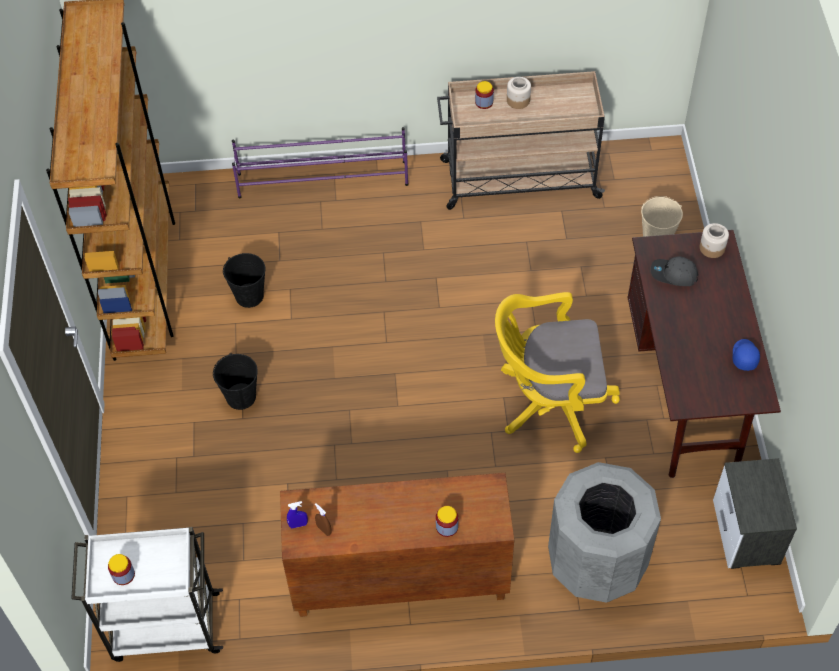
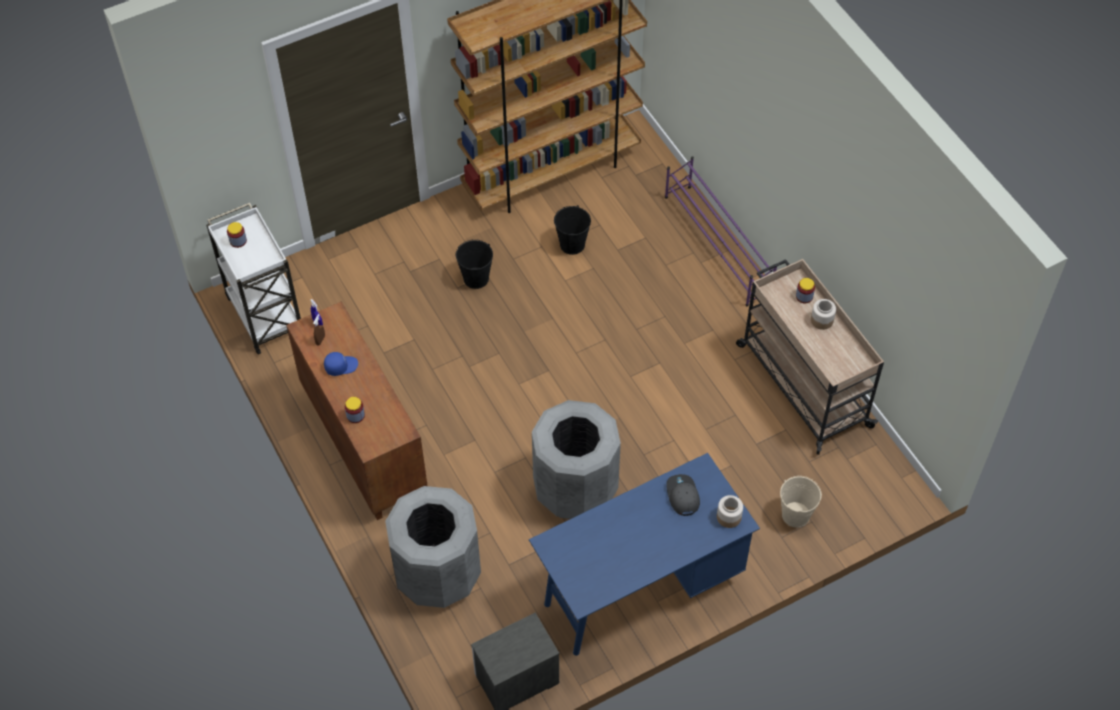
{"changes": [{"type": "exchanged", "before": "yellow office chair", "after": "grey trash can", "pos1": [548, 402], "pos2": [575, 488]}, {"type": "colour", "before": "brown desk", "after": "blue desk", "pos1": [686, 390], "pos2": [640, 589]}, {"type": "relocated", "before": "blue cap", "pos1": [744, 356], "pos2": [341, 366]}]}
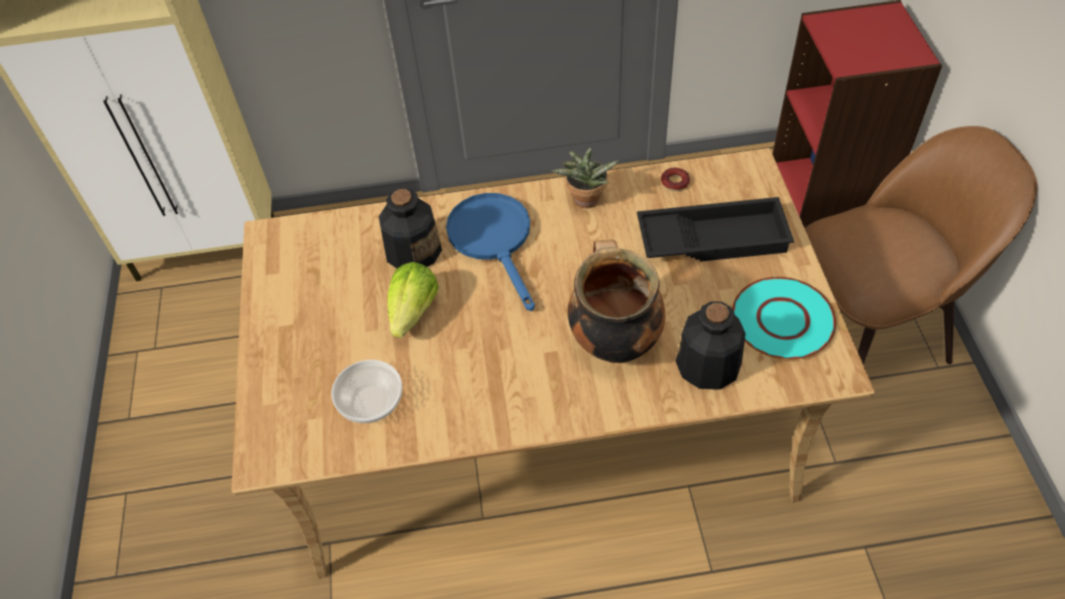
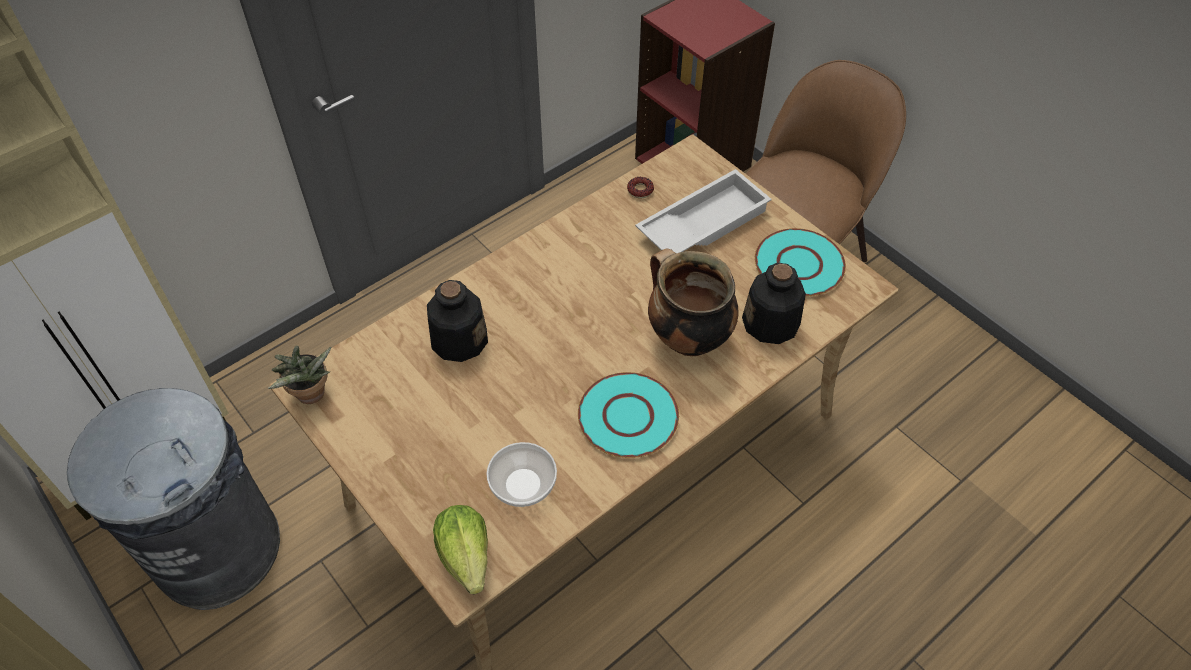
{"changes": [{"type": "relocated", "before": "lettuce", "pos1": [414, 312], "pos2": [466, 556]}, {"type": "missing", "before": "blue frying pan", "pos1": [494, 240]}, {"type": "relocated", "before": "potted plant", "pos1": [585, 202], "pos2": [311, 397]}, {"type": "colour", "before": "black tray", "after": "white tray", "pos1": [713, 237], "pos2": [702, 222]}, {"type": "appeared", "after": "grey trash can", "pos2": [217, 548]}, {"type": "appeared", "after": "turquoise plate", "pos2": [628, 417]}]}
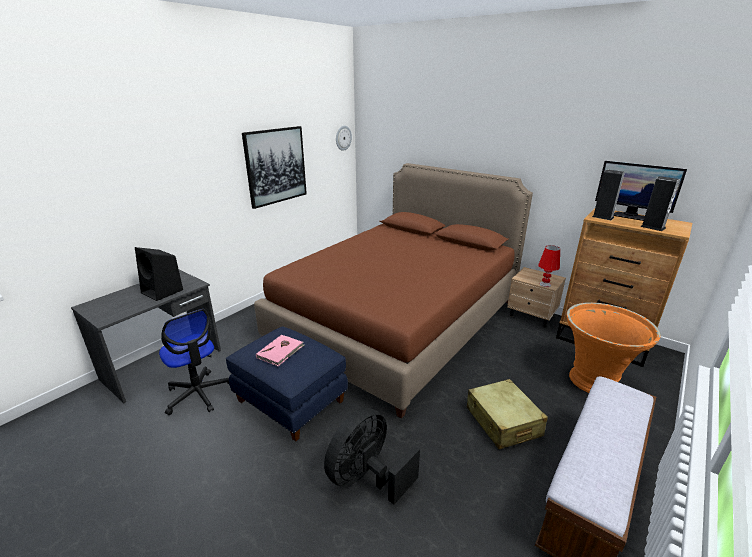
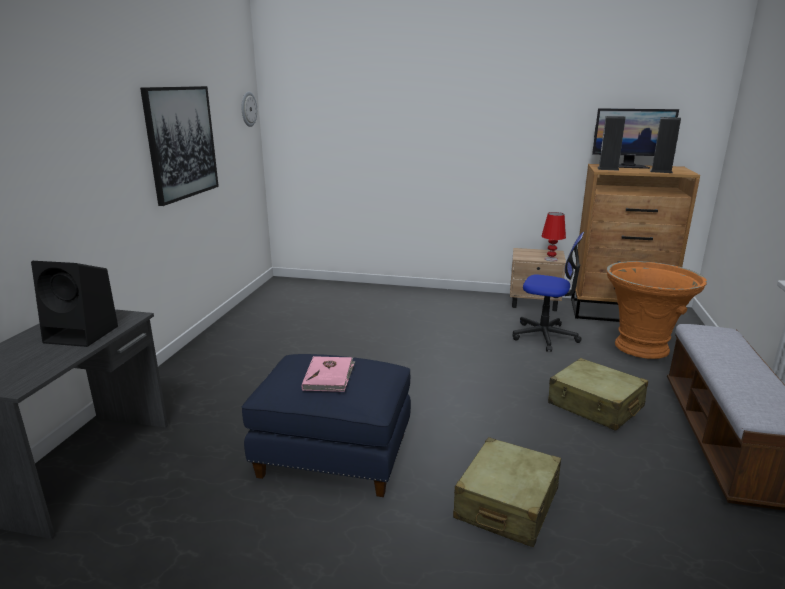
{"changes": [{"type": "relocated", "before": "office chair", "pos1": [199, 394], "pos2": [545, 336]}, {"type": "missing", "before": "brown bed", "pos1": [397, 321]}, {"type": "exchanged", "before": "black fan", "after": "beige suitcase", "pos1": [367, 477], "pos2": [506, 504]}]}
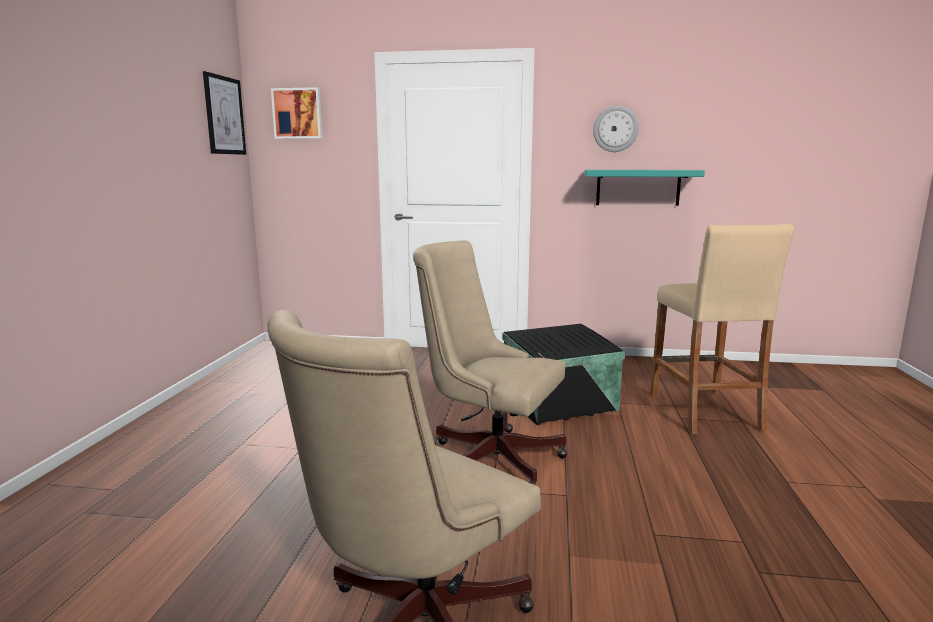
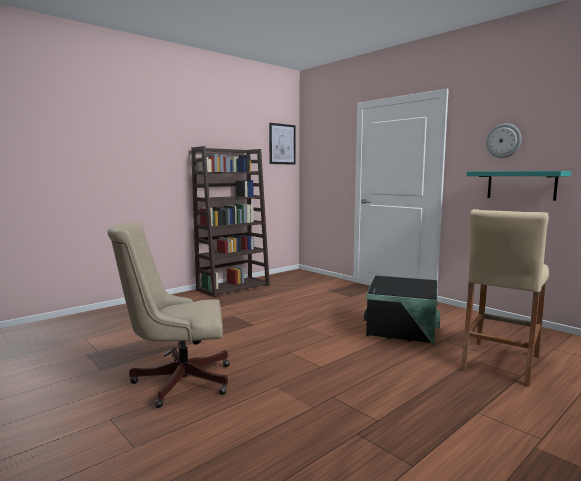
{"changes": [{"type": "missing", "before": "picture", "pos1": [298, 113]}, {"type": "missing", "before": "beige office chair", "pos1": [488, 457]}, {"type": "appeared", "after": "brown bookcase", "pos2": [233, 287]}]}
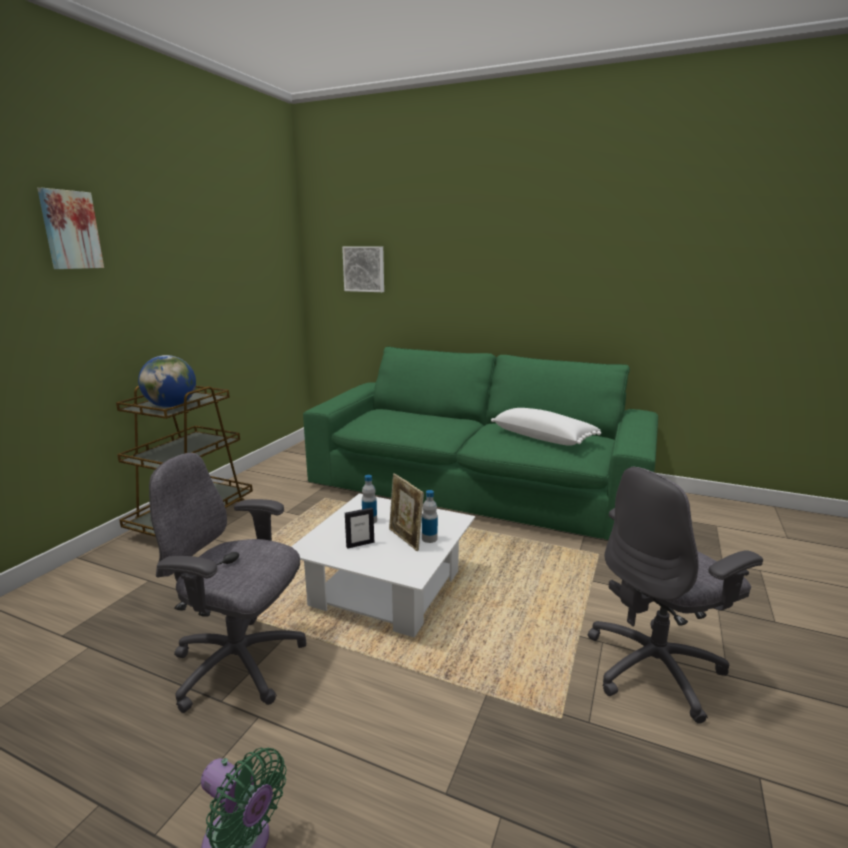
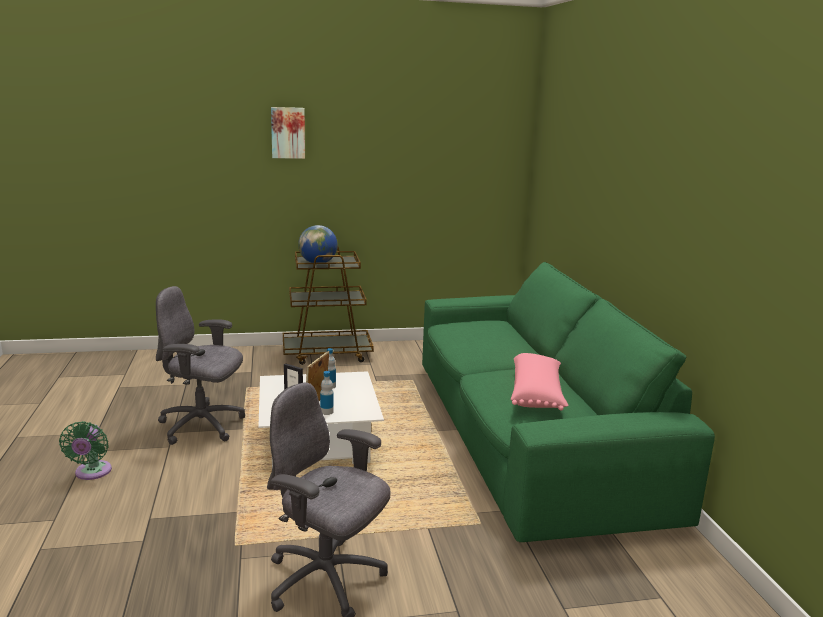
{"changes": [{"type": "spun", "before": "grey office chair", "pos1": [240, 665], "pos2": [202, 426], "turn": -60}, {"type": "missing", "before": "picture", "pos1": [364, 269]}, {"type": "colour", "before": "white pillow", "after": "pink pillow", "pos1": [543, 437], "pos2": [537, 394]}]}
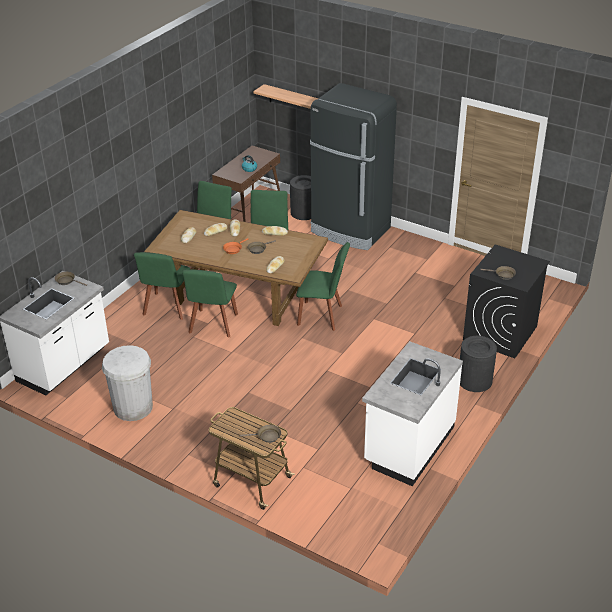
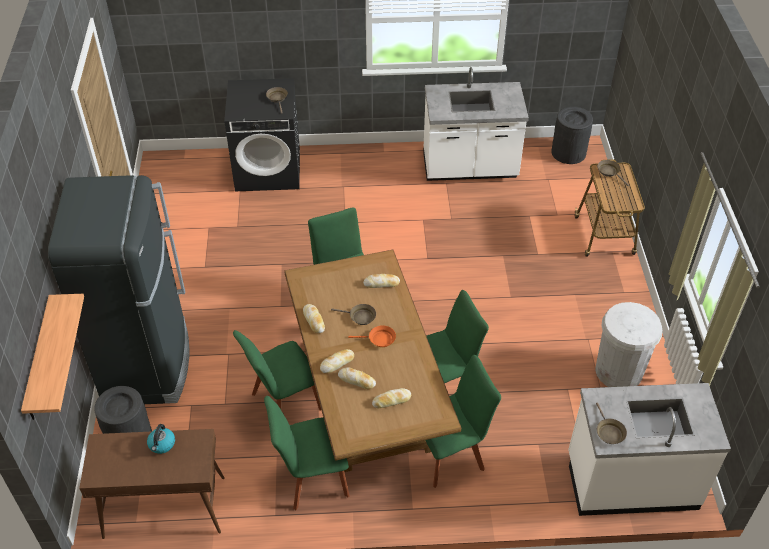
{"changes": [{"type": "relocated", "before": "black trash can", "pos1": [474, 380], "pos2": [568, 152]}]}
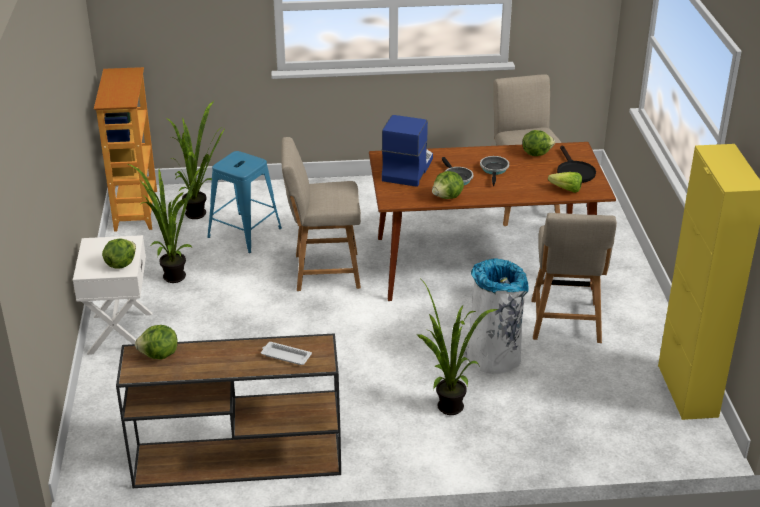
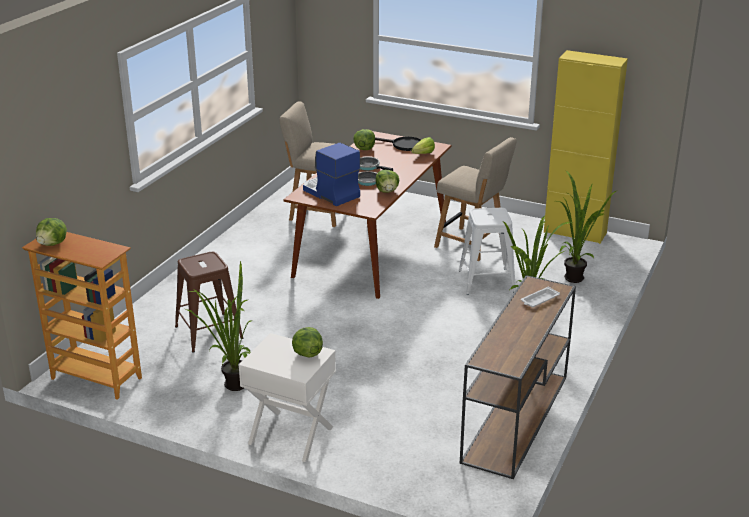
{"changes": [{"type": "relocated", "before": "lettuce", "pos1": [159, 355], "pos2": [53, 244]}, {"type": "relocated", "before": "potted plant", "pos1": [201, 213], "pos2": [573, 276]}, {"type": "colour", "before": "blue stool", "after": "brown stool", "pos1": [244, 233], "pos2": [209, 332]}, {"type": "missing", "before": "beige chair", "pos1": [323, 271]}, {"type": "exchanged", "before": "white trash can", "after": "white stool", "pos1": [494, 358], "pos2": [486, 281]}]}
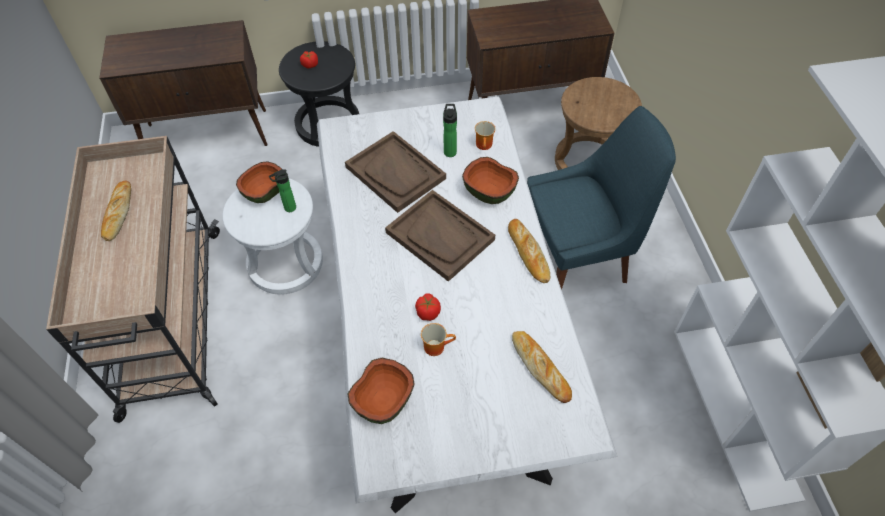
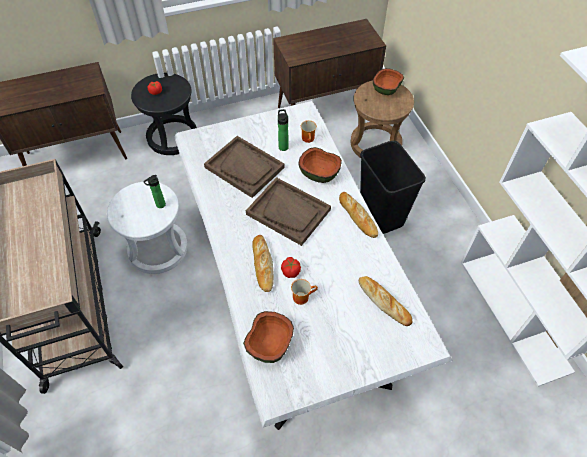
{"changes": [{"type": "relocated", "before": "bread", "pos1": [118, 213], "pos2": [262, 265]}, {"type": "relocated", "before": "bowl", "pos1": [265, 193], "pos2": [386, 90]}, {"type": "exchanged", "before": "blue chair", "after": "black trash can", "pos1": [579, 256], "pos2": [382, 215]}]}
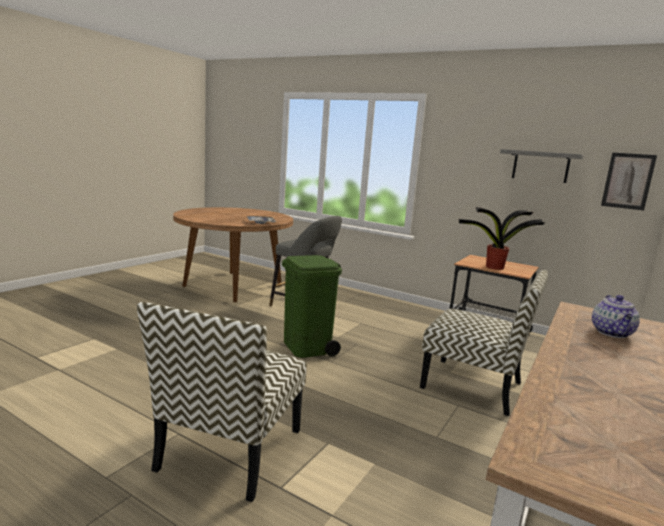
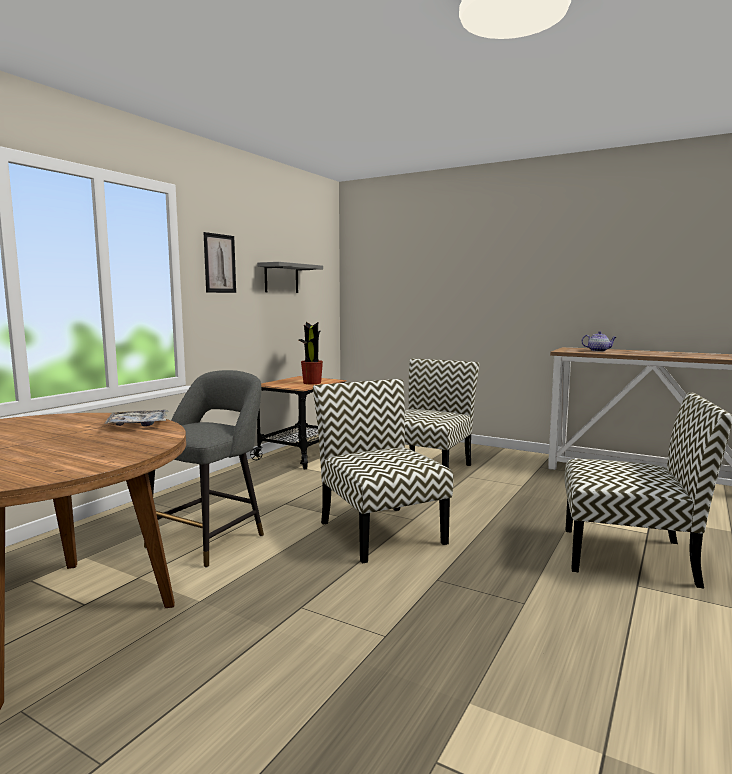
{"changes": [{"type": "exchanged", "before": "green trash can", "after": "chair", "pos1": [307, 348], "pos2": [380, 532]}, {"type": "relocated", "before": "picture", "pos1": [628, 181], "pos2": [219, 263]}]}
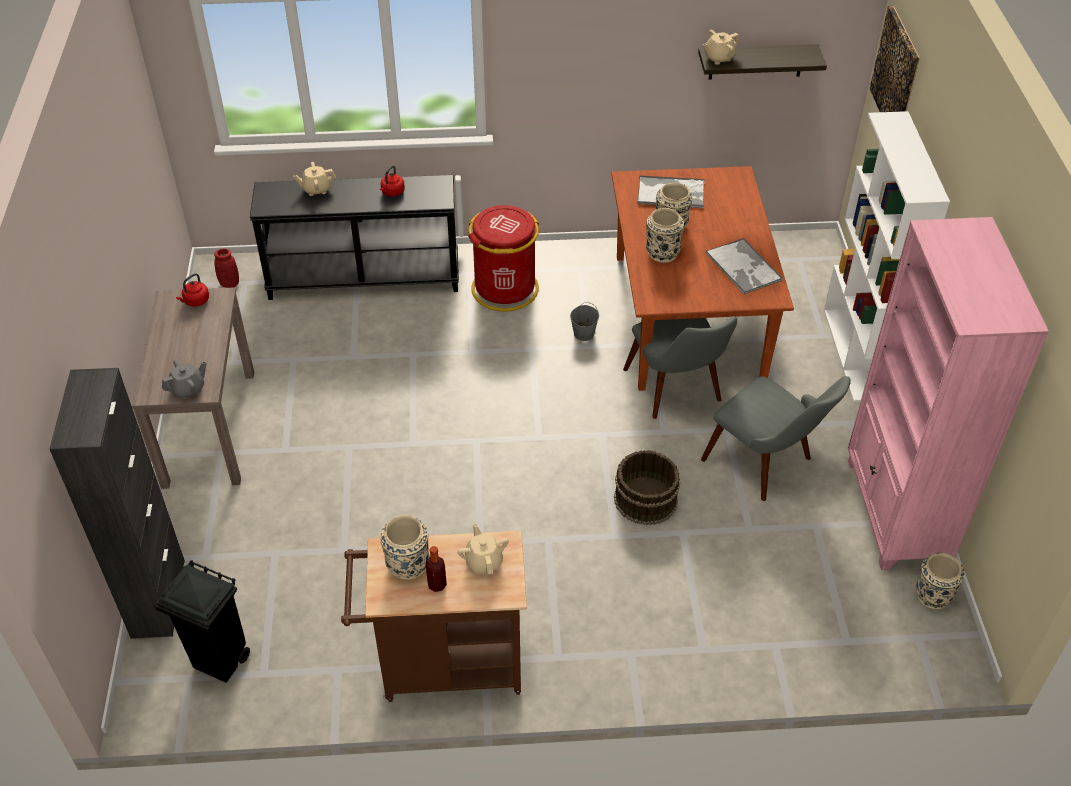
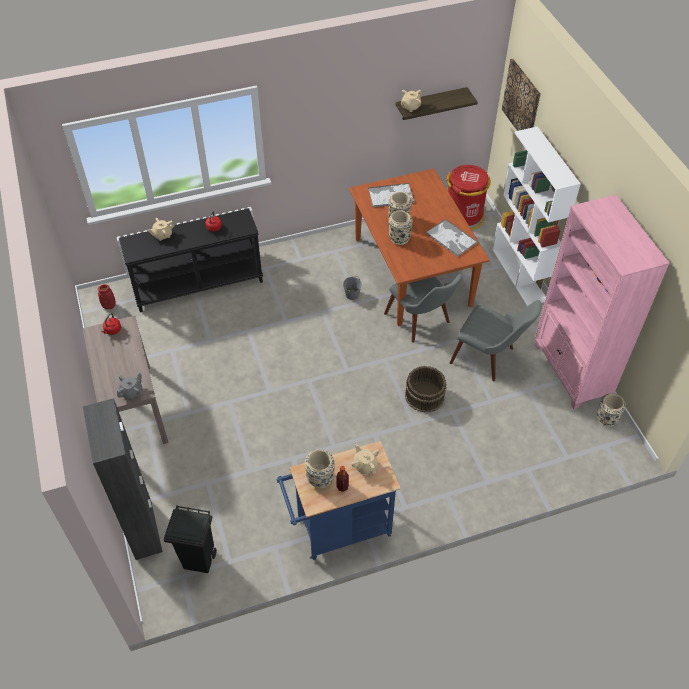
{"changes": [{"type": "colour", "before": "brown cart", "after": "blue cart", "pos1": [443, 666], "pos2": [338, 529]}, {"type": "relocated", "before": "red trash can", "pos1": [505, 289], "pos2": [463, 216]}]}
